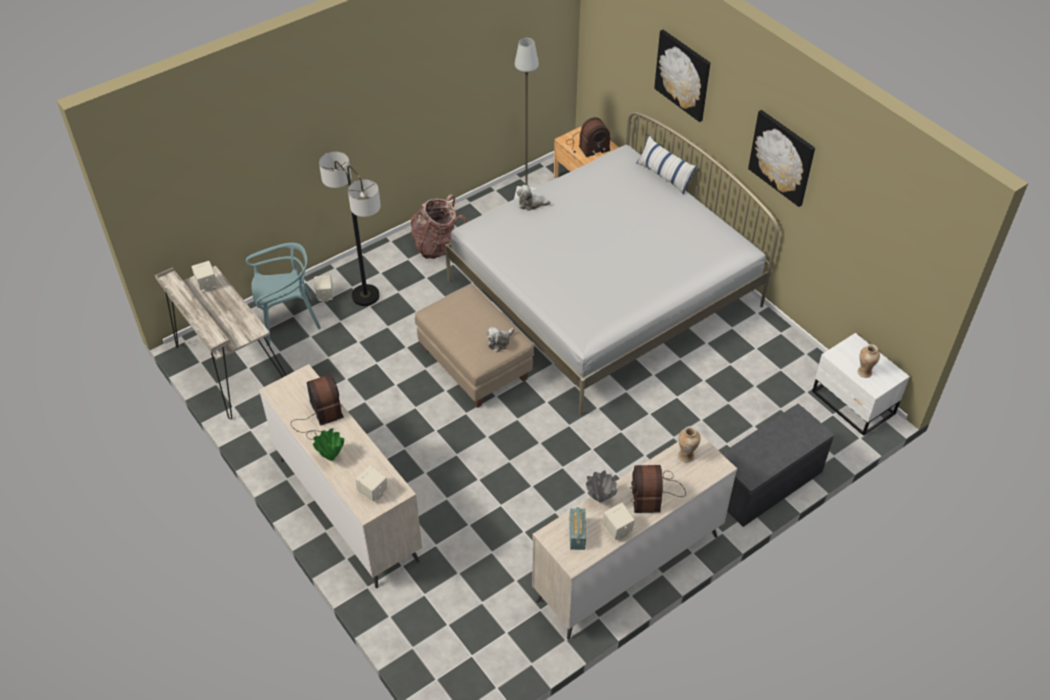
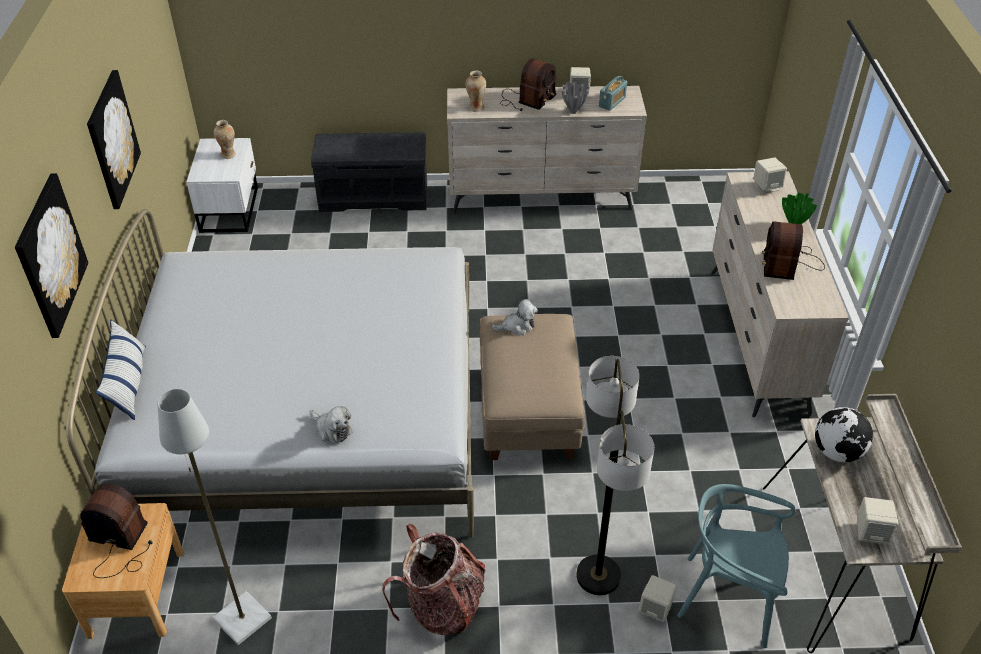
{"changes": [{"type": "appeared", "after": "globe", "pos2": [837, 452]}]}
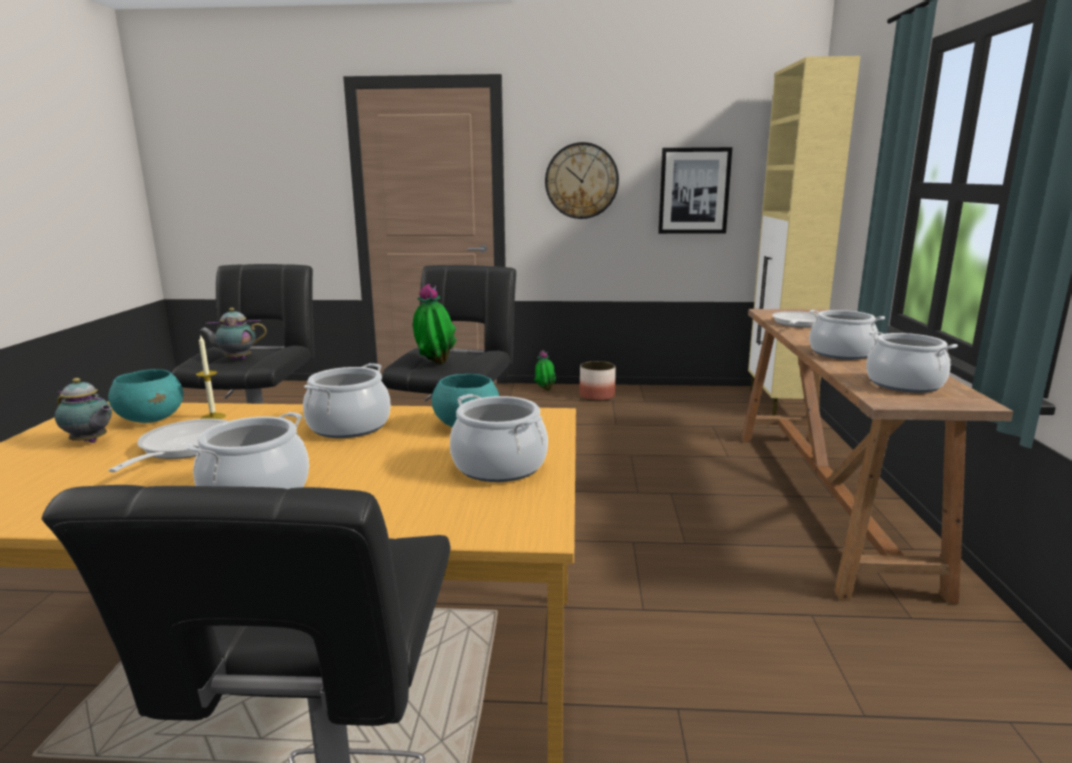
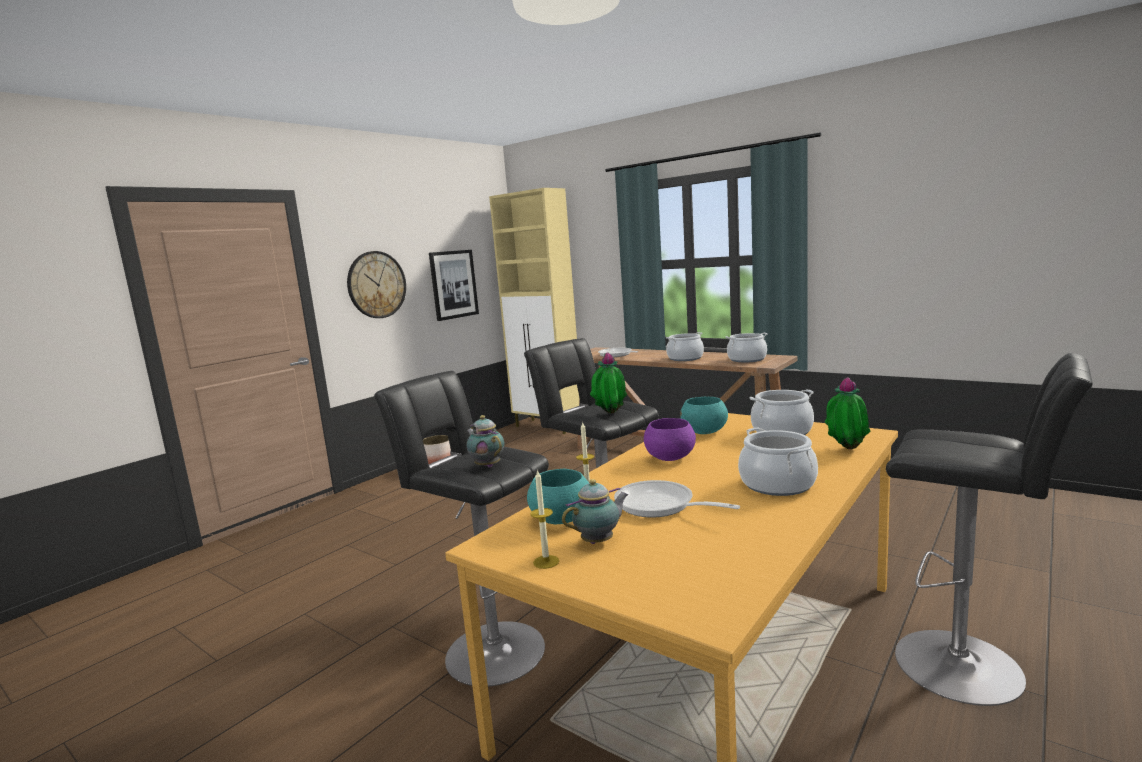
{"changes": [{"type": "spun", "before": "teapot", "pos1": [236, 359], "pos2": [487, 465], "turn": 120}, {"type": "exchanged", "before": "cooking pot", "after": "purple bowl", "pos1": [349, 426], "pos2": [669, 458]}, {"type": "relocated", "before": "potted plant", "pos1": [545, 389], "pos2": [846, 450]}, {"type": "appeared", "after": "candle", "pos2": [546, 562]}]}
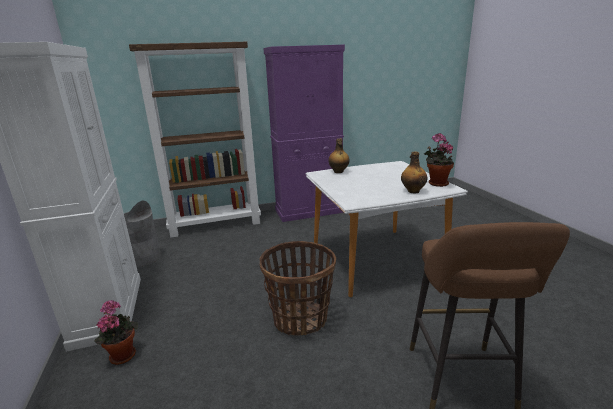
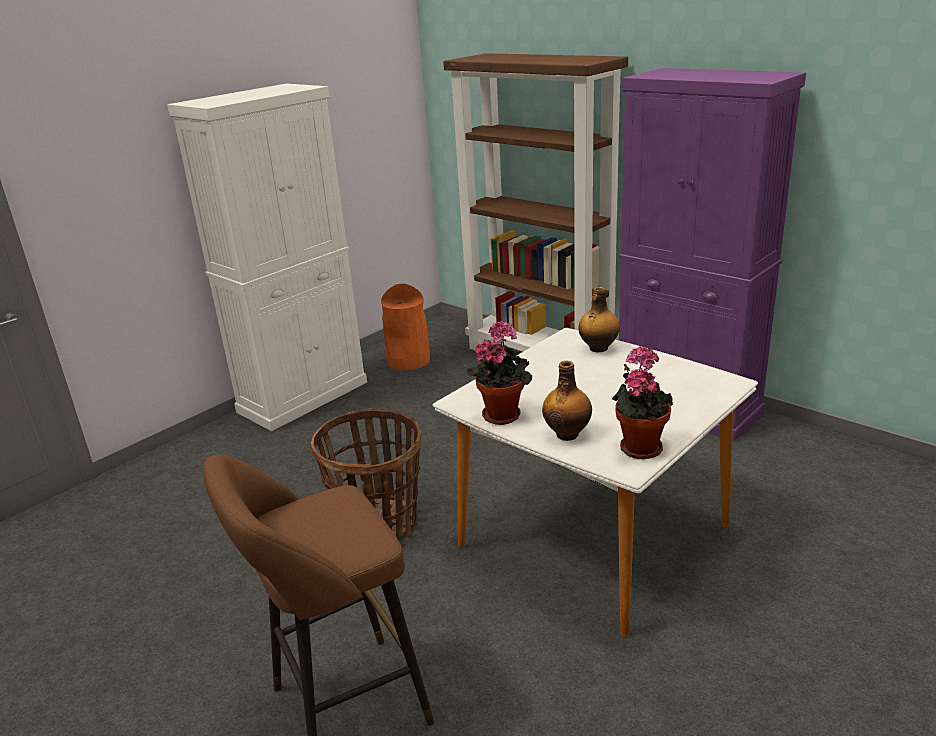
{"changes": [{"type": "relocated", "before": "potted plant", "pos1": [122, 354], "pos2": [503, 414]}, {"type": "colour", "before": "grey trash can", "after": "orange trash can", "pos1": [144, 258], "pos2": [408, 360]}]}
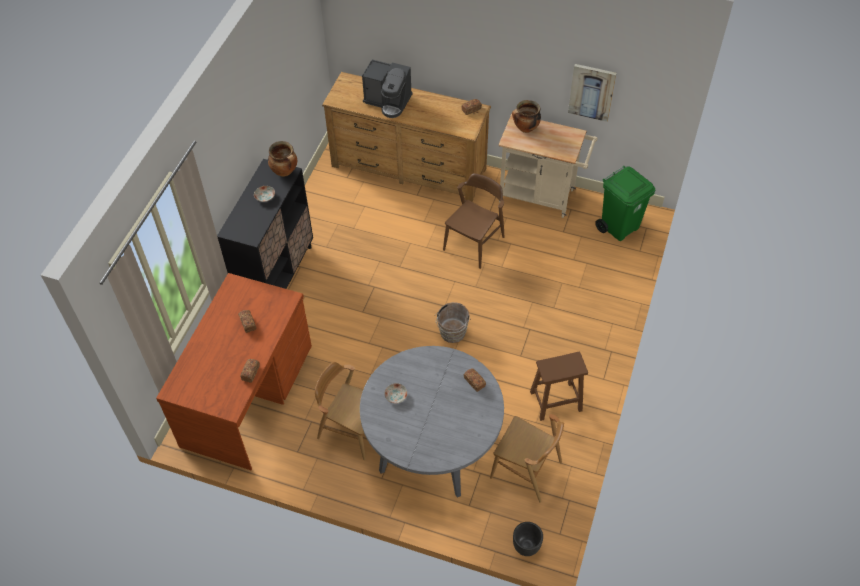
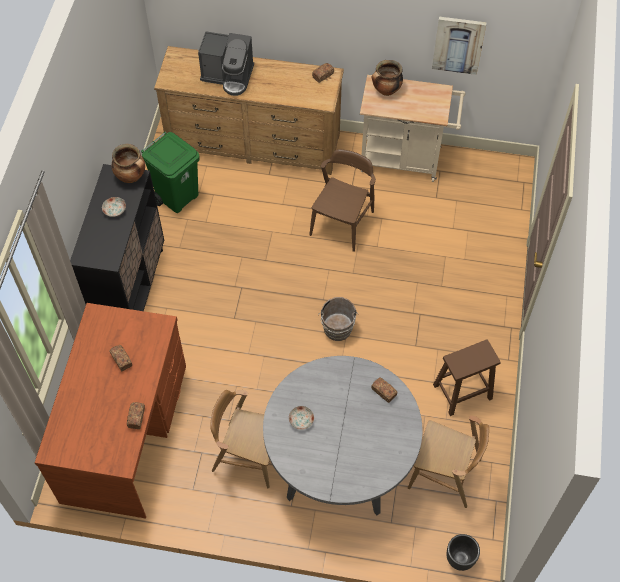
{"changes": [{"type": "relocated", "before": "green trash can", "pos1": [619, 227], "pos2": [177, 197]}]}
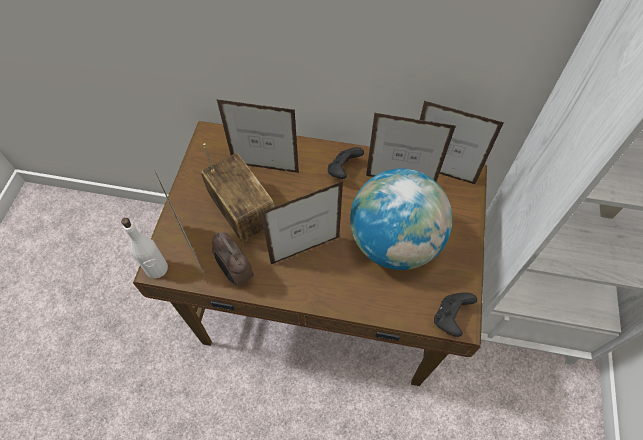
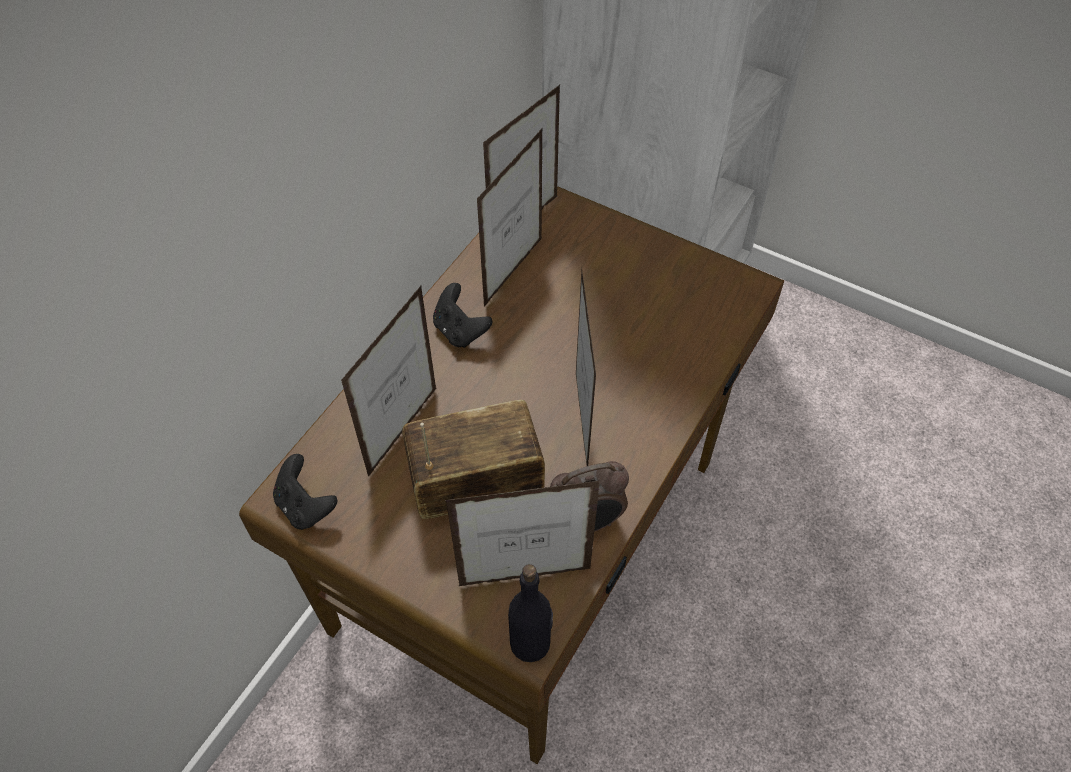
{"changes": [{"type": "colour", "before": "white bottle", "after": "black bottle", "pos1": [157, 268], "pos2": [531, 643]}, {"type": "missing", "before": "globe", "pos1": [394, 242]}, {"type": "relocated", "before": "black game controller", "pos1": [450, 317], "pos2": [306, 506]}]}
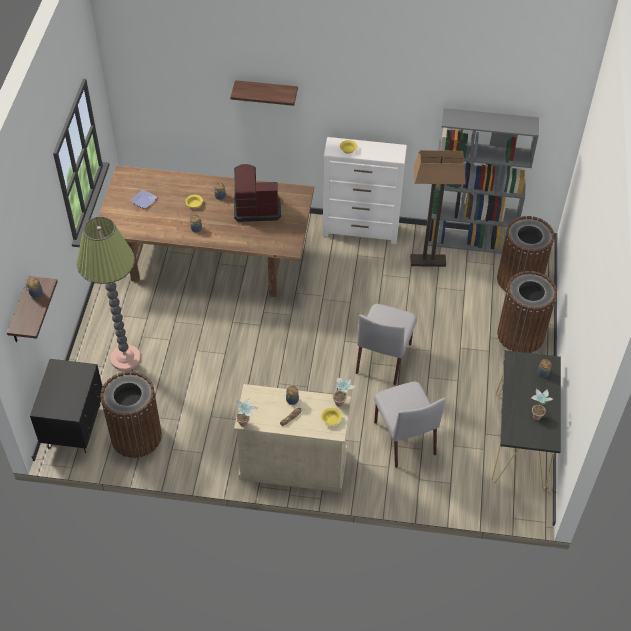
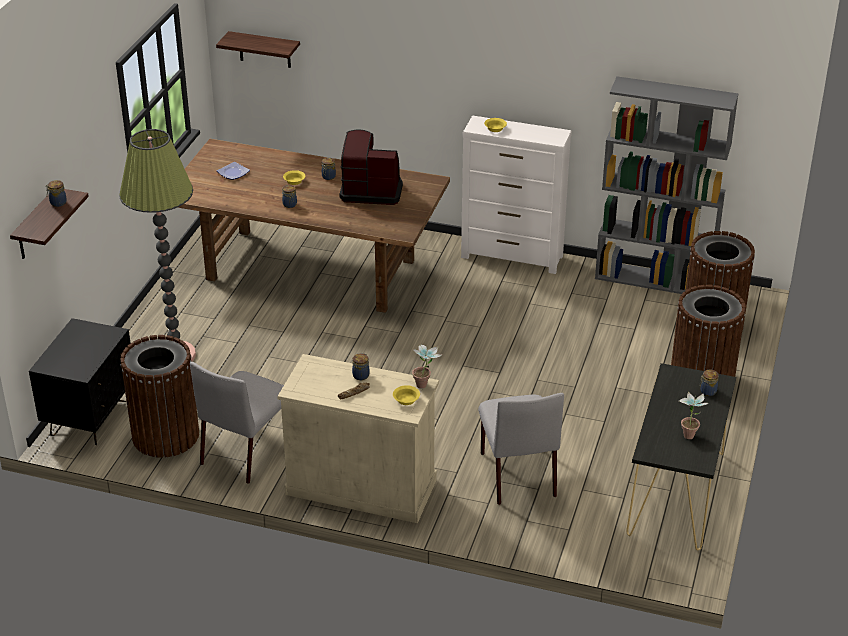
{"changes": [{"type": "relocated", "before": "shelf", "pos1": [266, 93], "pos2": [264, 50]}, {"type": "missing", "before": "potted plant", "pos1": [245, 424]}, {"type": "relocated", "before": "grey chair", "pos1": [384, 357], "pos2": [246, 450]}, {"type": "missing", "before": "floor lamp", "pos1": [427, 261]}]}
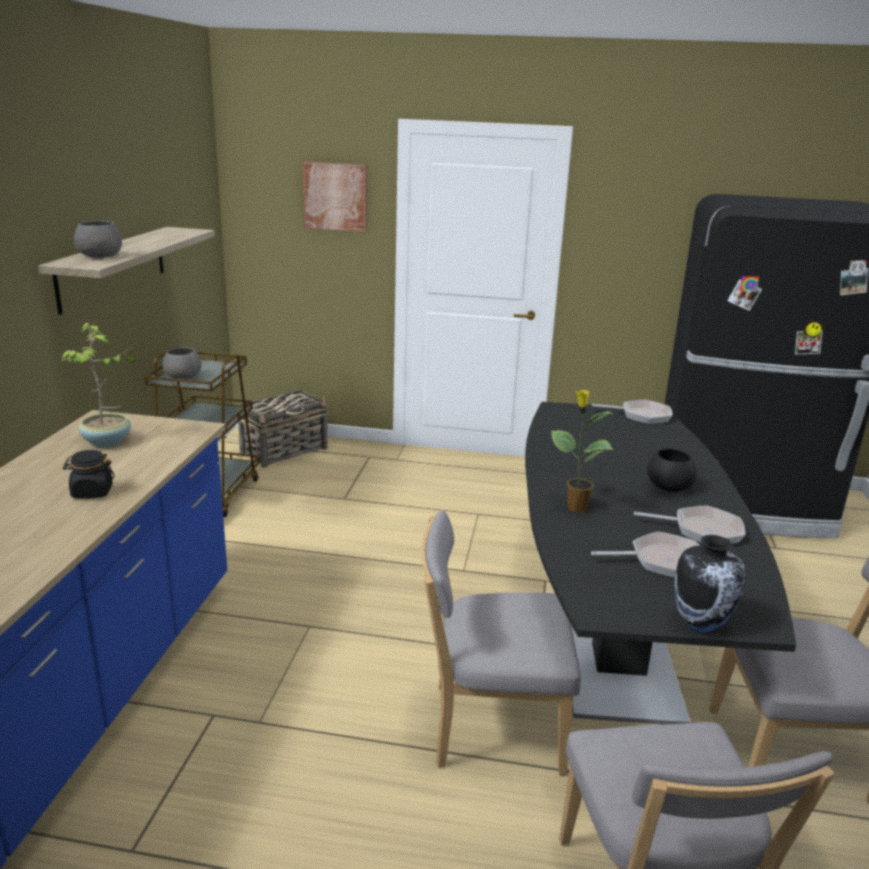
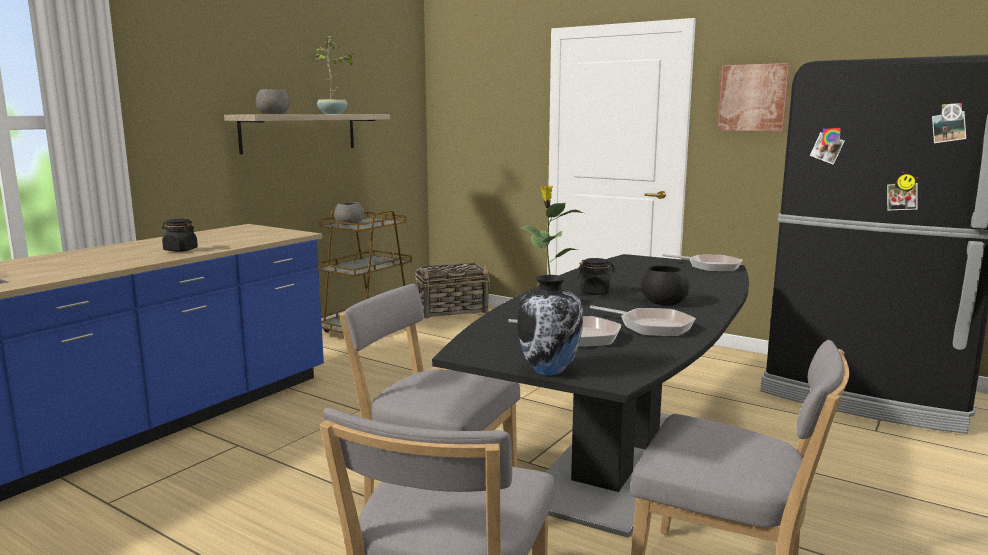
{"changes": [{"type": "relocated", "before": "potted plant", "pos1": [107, 442], "pos2": [332, 114]}, {"type": "relocated", "before": "picture", "pos1": [335, 196], "pos2": [753, 97]}, {"type": "appeared", "after": "black jar", "pos2": [595, 292]}]}
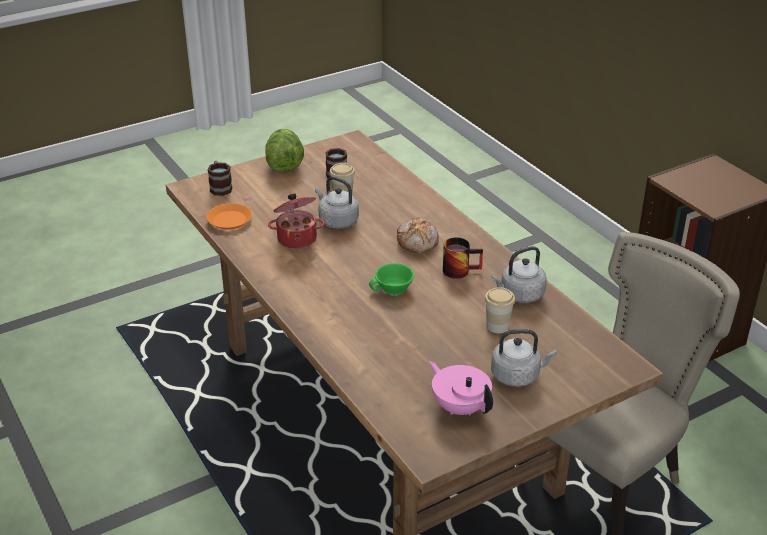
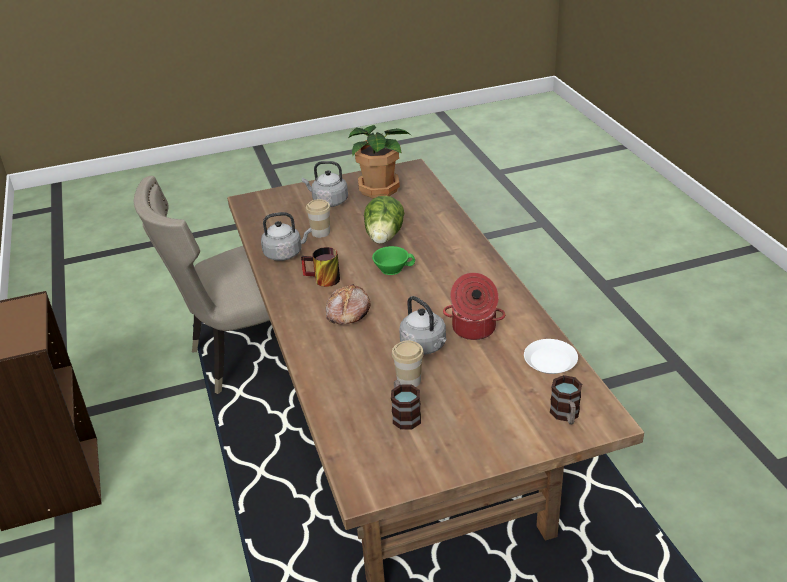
{"changes": [{"type": "colour", "before": "orange plate", "after": "white plate", "pos1": [229, 220], "pos2": [550, 361]}, {"type": "relocated", "before": "lettuce", "pos1": [284, 164], "pos2": [384, 238]}, {"type": "exchanged", "before": "pink teapot", "after": "potted plant", "pos1": [460, 407], "pos2": [379, 188]}]}
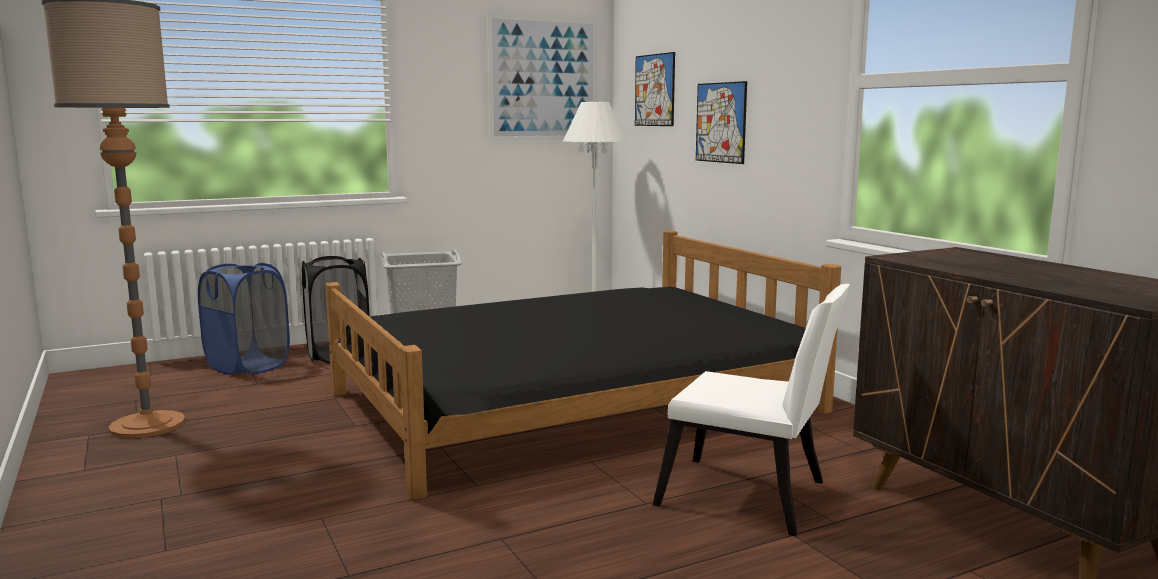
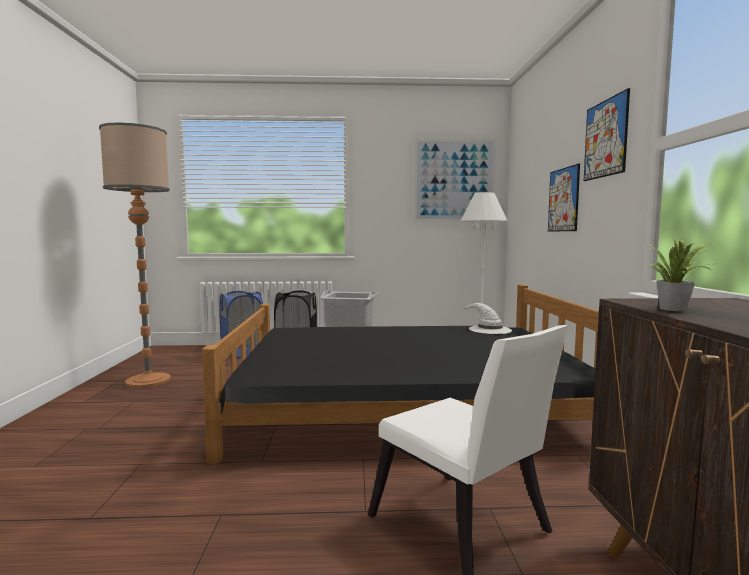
{"changes": [{"type": "relocated", "before": "picture", "pos1": [654, 90], "pos2": [605, 138]}, {"type": "appeared", "after": "white hat", "pos2": [489, 329]}, {"type": "appeared", "after": "potted plant", "pos2": [677, 309]}]}
